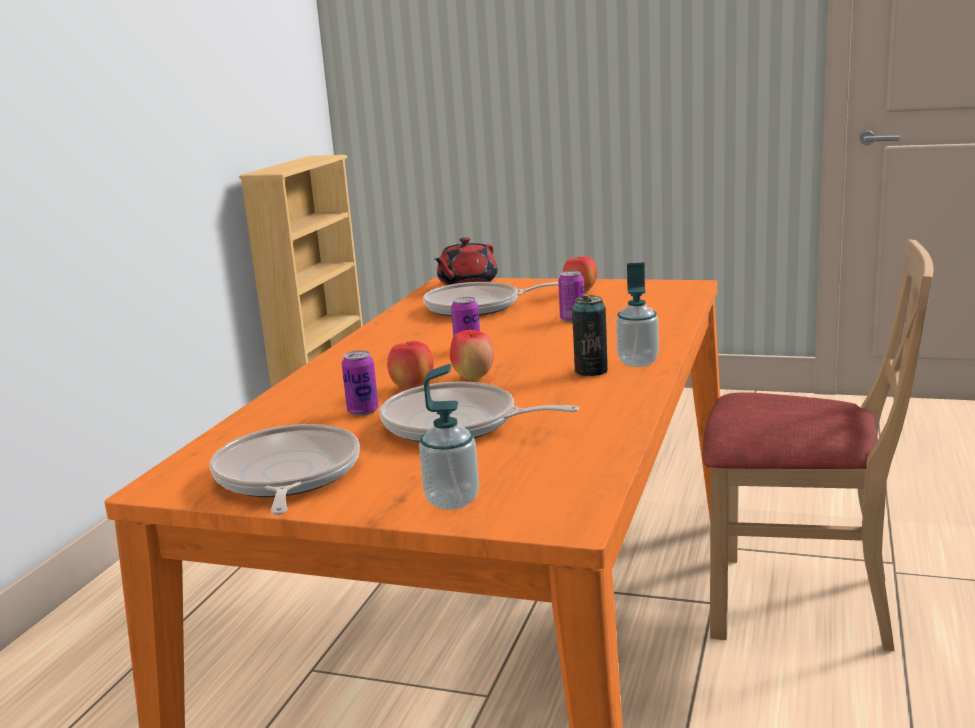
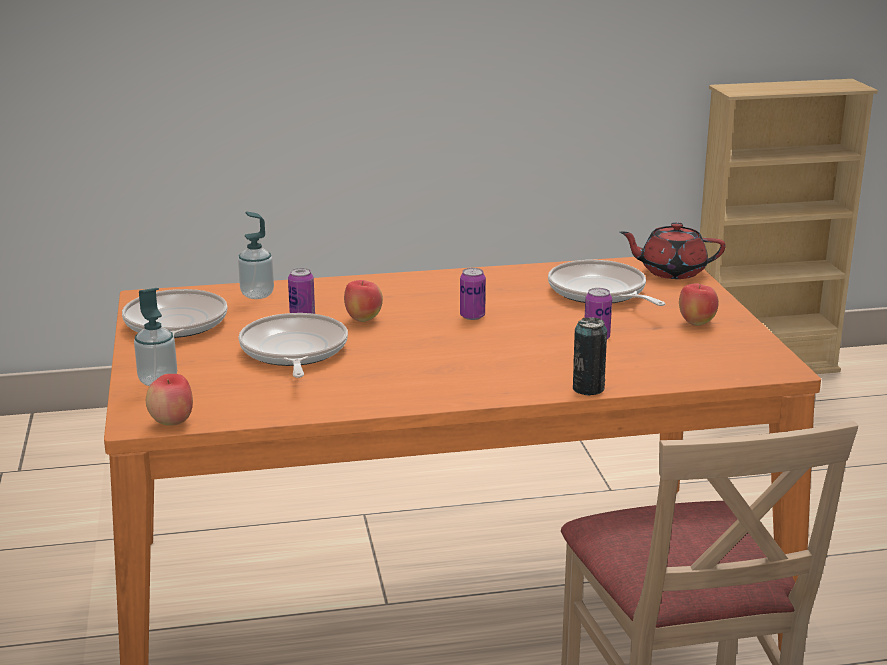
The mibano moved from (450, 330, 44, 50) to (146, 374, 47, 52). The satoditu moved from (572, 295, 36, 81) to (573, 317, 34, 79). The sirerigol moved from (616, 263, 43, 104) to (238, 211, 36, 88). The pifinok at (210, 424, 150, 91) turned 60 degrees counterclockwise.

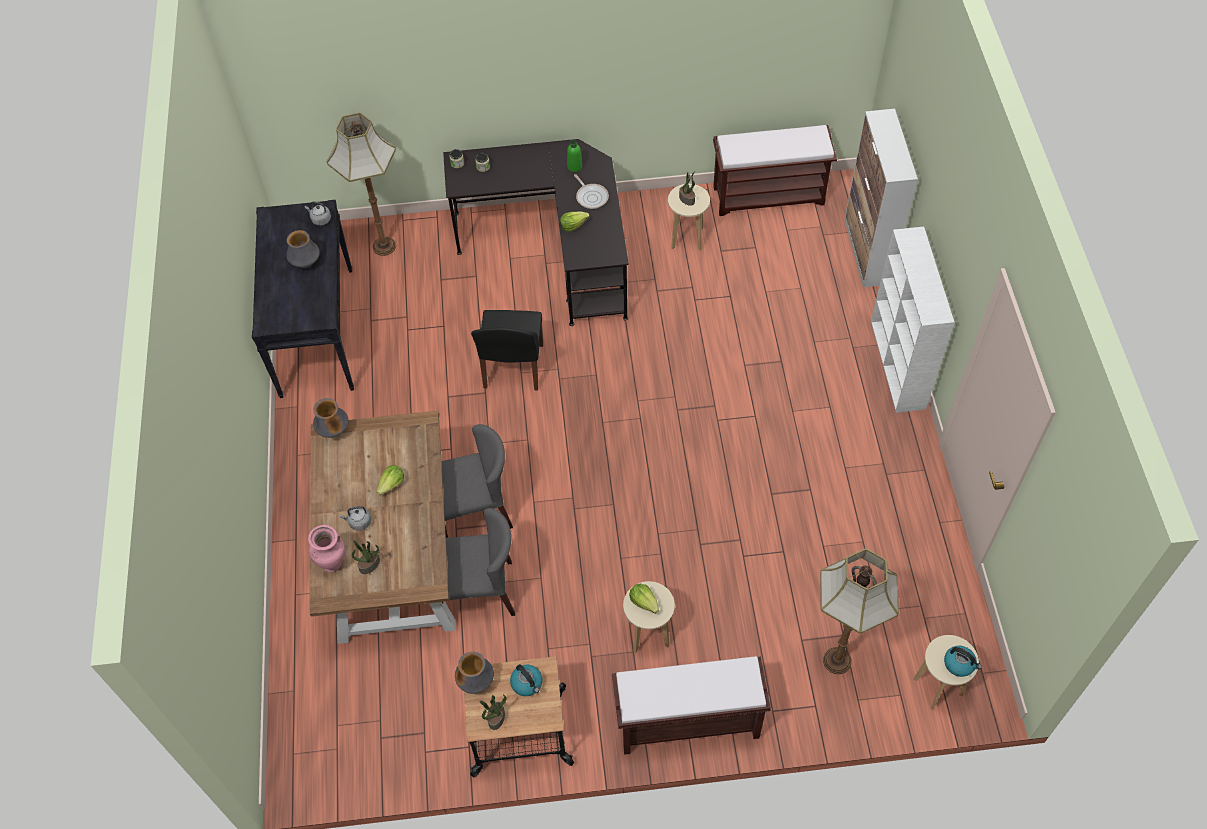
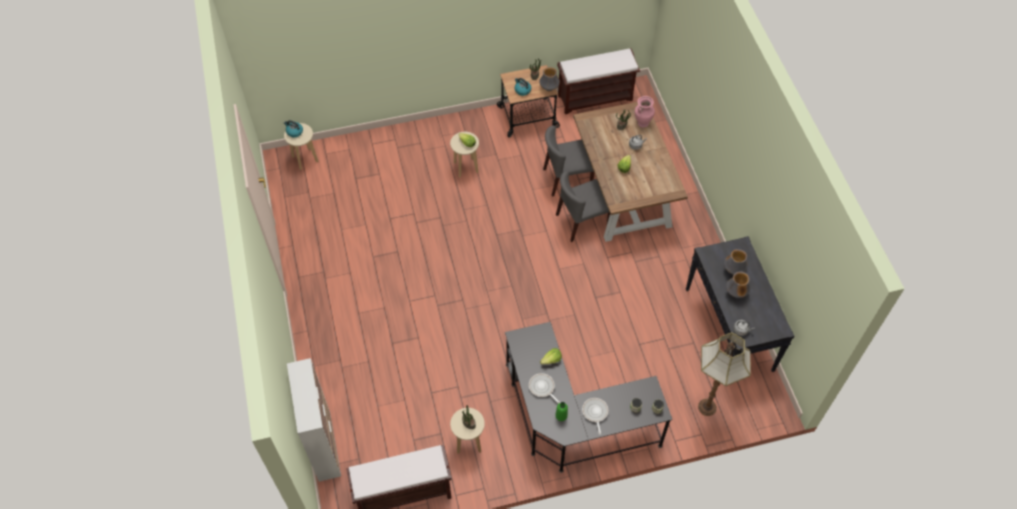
The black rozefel at (471, 310, 72, 80) disappeared. The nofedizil at (820, 549, 79, 125) disappeared. The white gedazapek at (871, 227, 83, 186) disappeared. The pifinok at (582, 398, 26, 36) appeared. The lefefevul moved from (313, 398, 36, 40) to (724, 249, 24, 26). The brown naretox moved from (612, 656, 159, 99) to (557, 48, 83, 66).

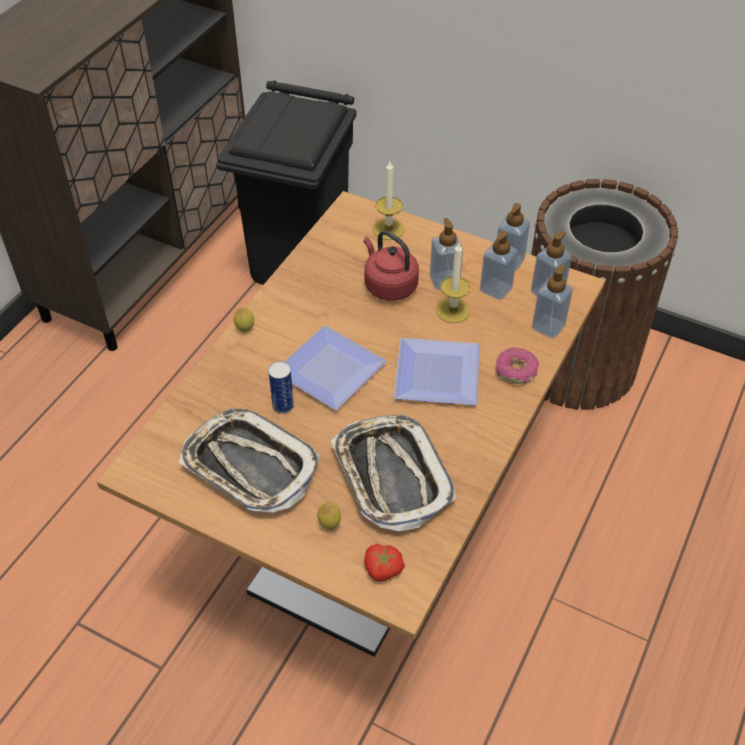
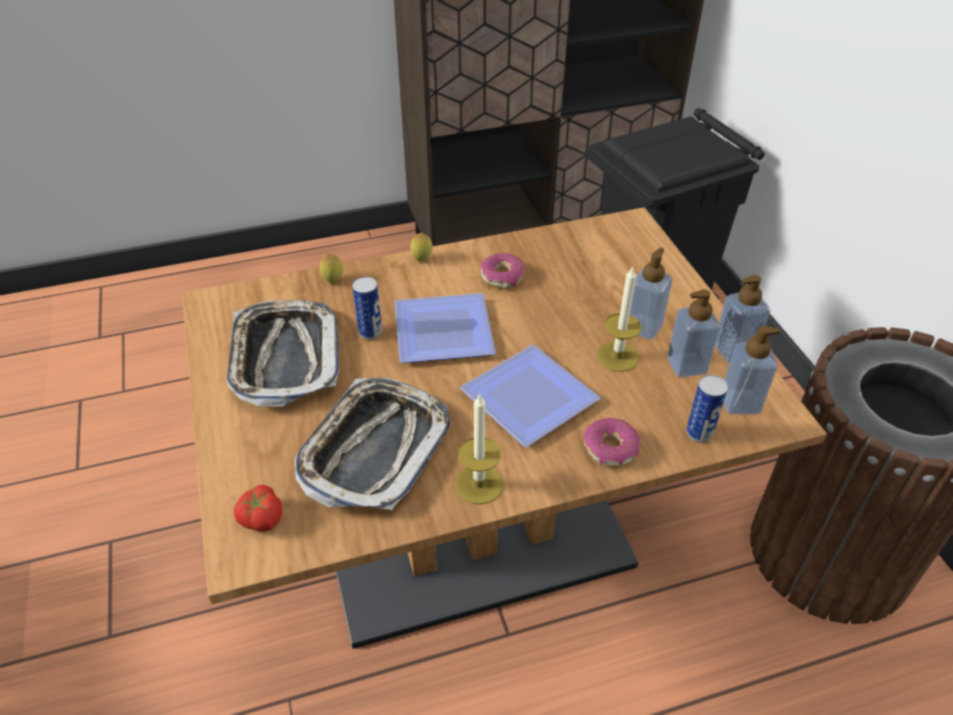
The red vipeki at (364, 230, 55, 71) disappeared. The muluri at (481, 253, 44, 36) appeared. The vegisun moved from (317, 502, 24, 28) to (320, 254, 23, 30). The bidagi moved from (373, 161, 32, 79) to (455, 394, 49, 111). The sirerigol at (532, 264, 41, 74) was replaced by the satoditu at (686, 375, 42, 68).

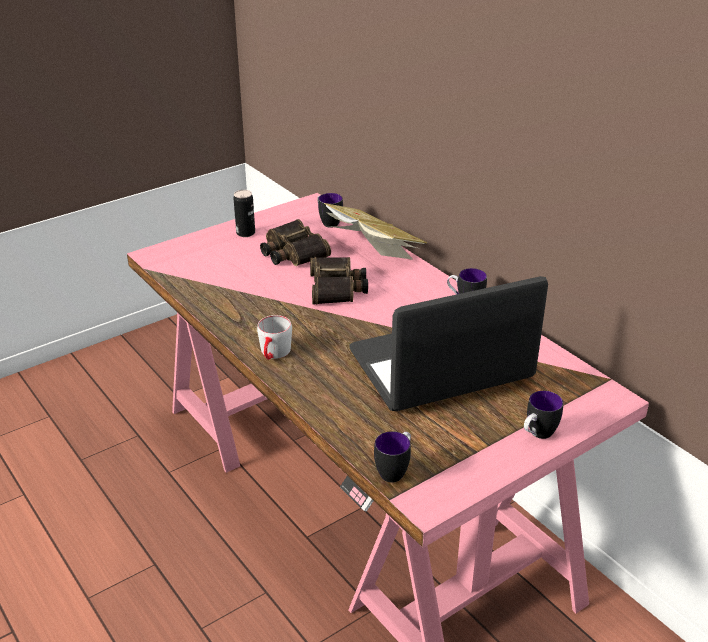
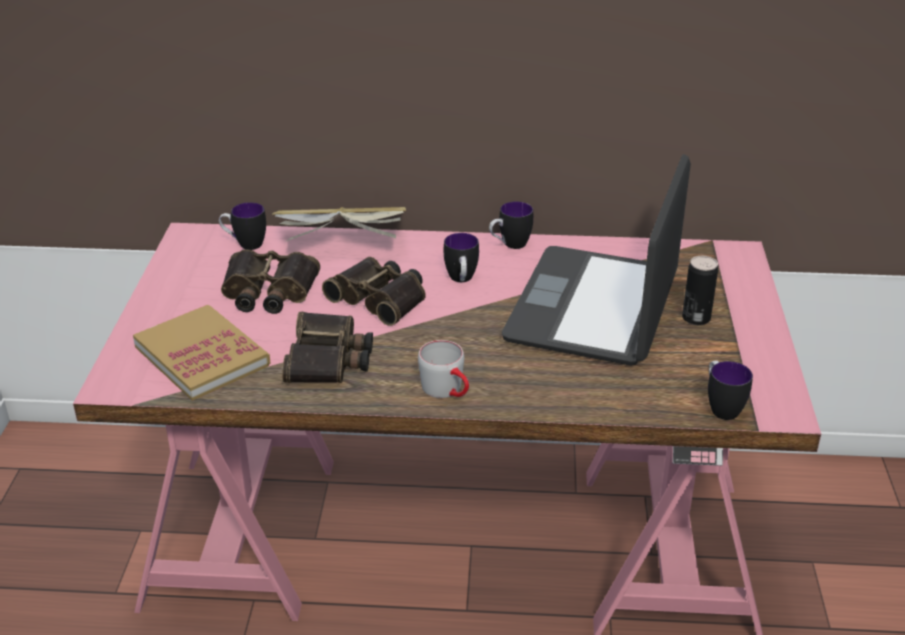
The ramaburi at (133, 305, 138, 96) appeared. The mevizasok at (282, 312, 91, 71) appeared. The satoditu moved from (233, 190, 22, 47) to (682, 256, 36, 69). The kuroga moved from (524, 391, 39, 48) to (444, 233, 35, 49).

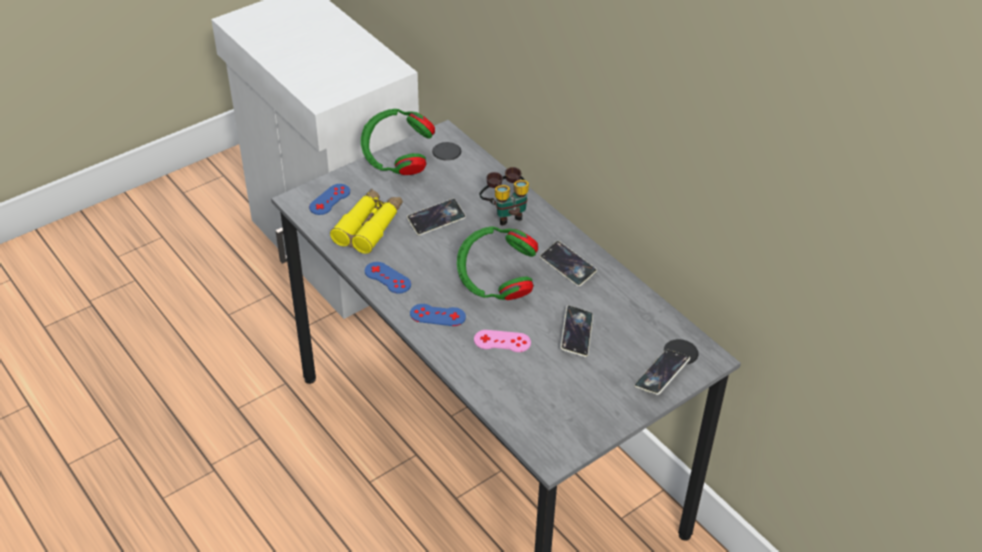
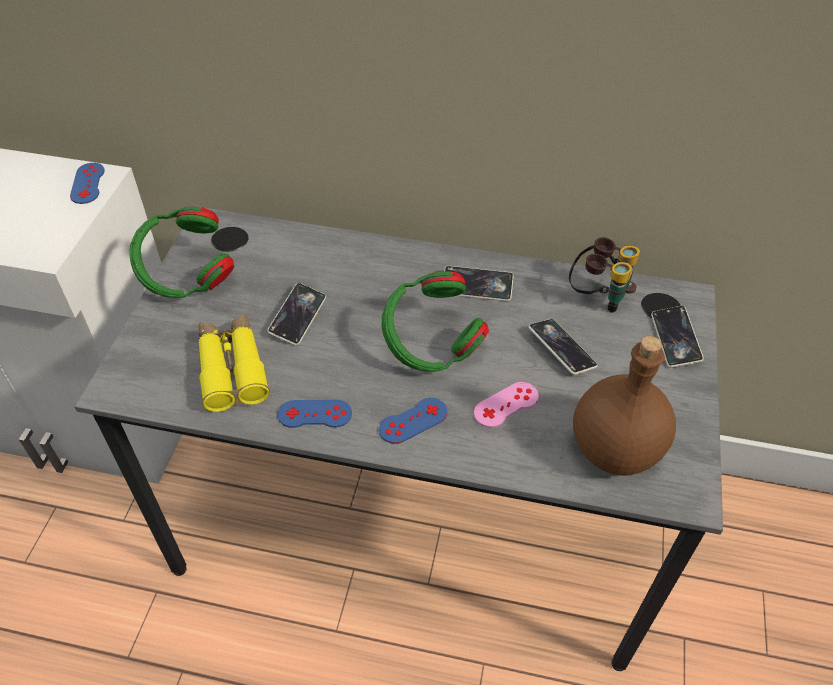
The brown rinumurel at (573, 336, 103, 140) appeared. The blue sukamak moved from (309, 184, 41, 31) to (70, 163, 35, 41). The mevizasok moved from (479, 167, 50, 59) to (569, 237, 71, 75).

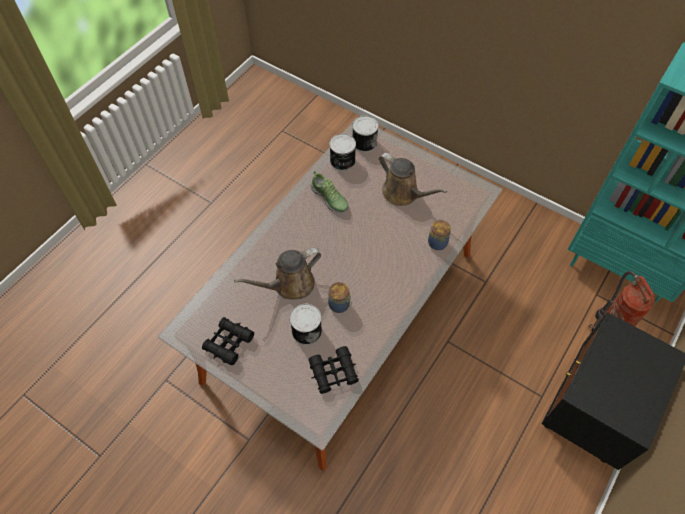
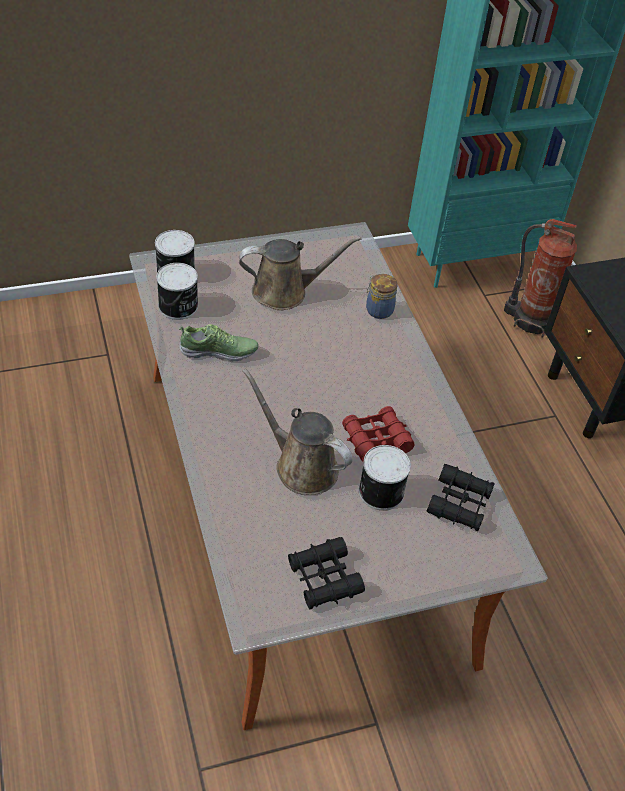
The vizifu at (328, 282, 24, 31) was replaced by the red mevizasok at (342, 406, 72, 56). The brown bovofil at (234, 248, 87, 52) turned 120 degrees clockwise.

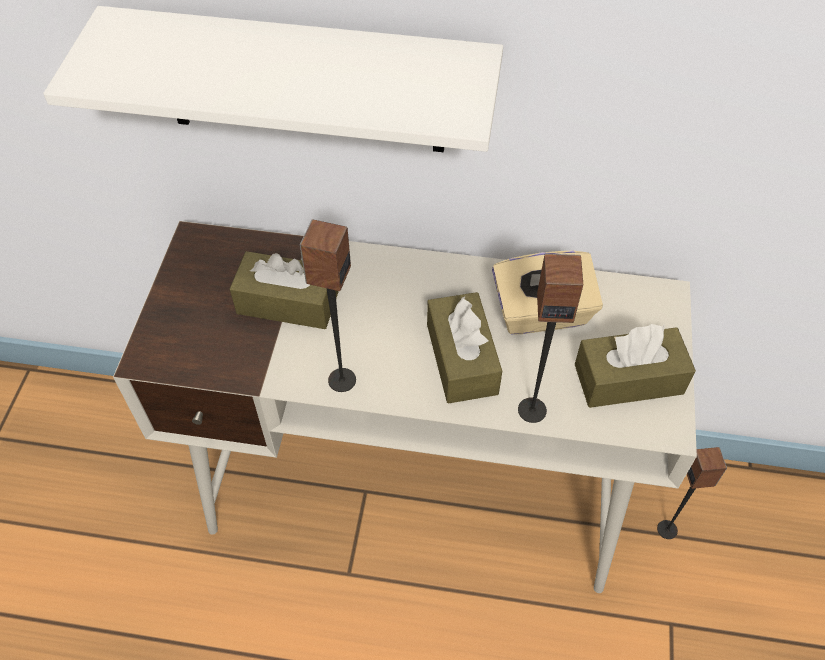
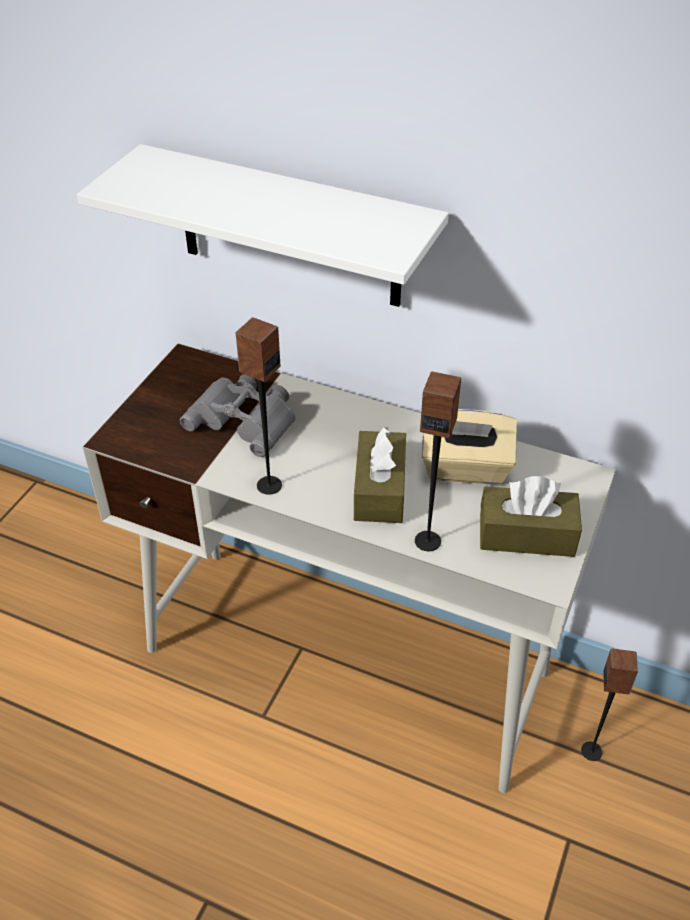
The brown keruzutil at (230, 251, 109, 78) was replaced by the grey mevizasok at (180, 374, 116, 83).

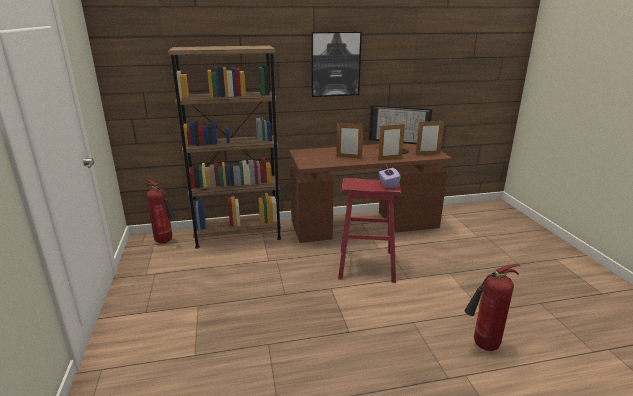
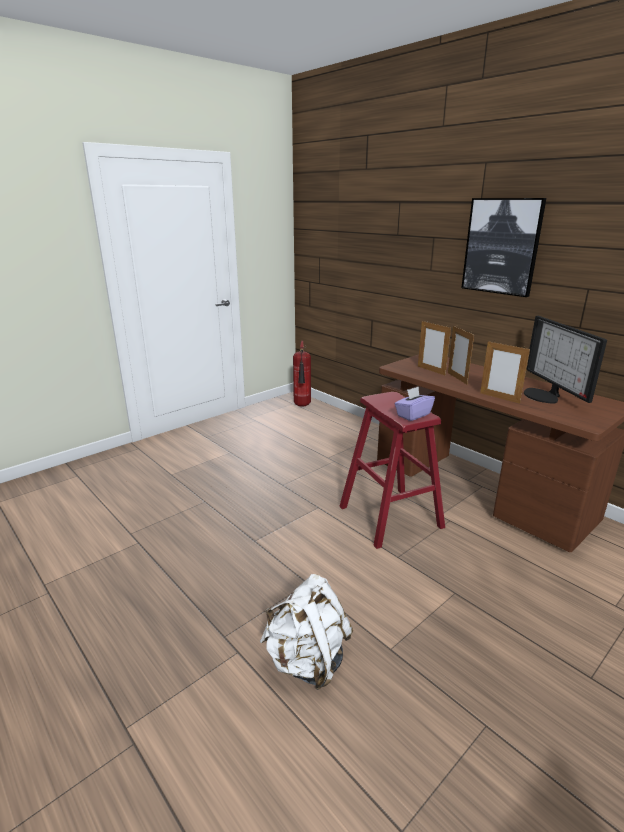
The brown gedazapek at (168, 45, 114, 204) disappeared. The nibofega moved from (416, 120, 28, 35) to (418, 321, 33, 54). The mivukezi at (464, 264, 56, 87) was replaced by the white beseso at (260, 574, 93, 116).

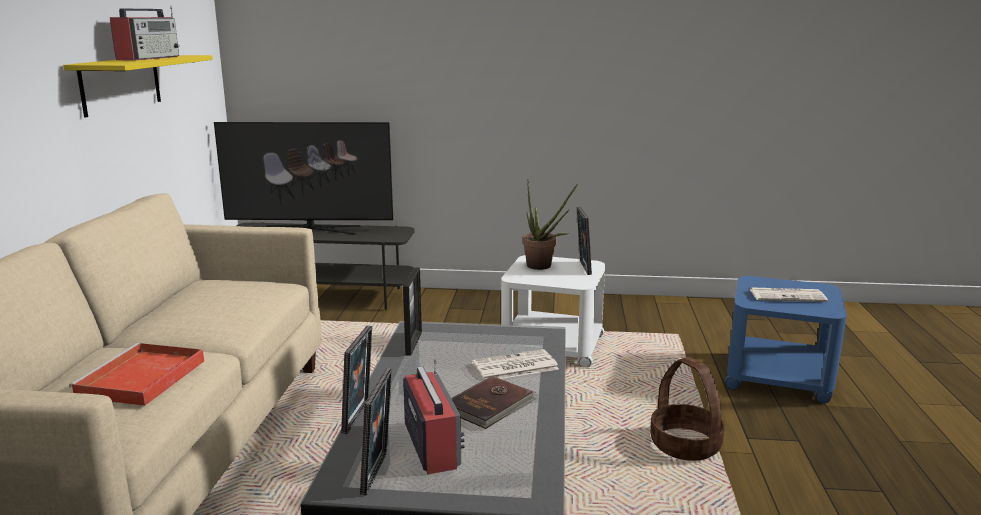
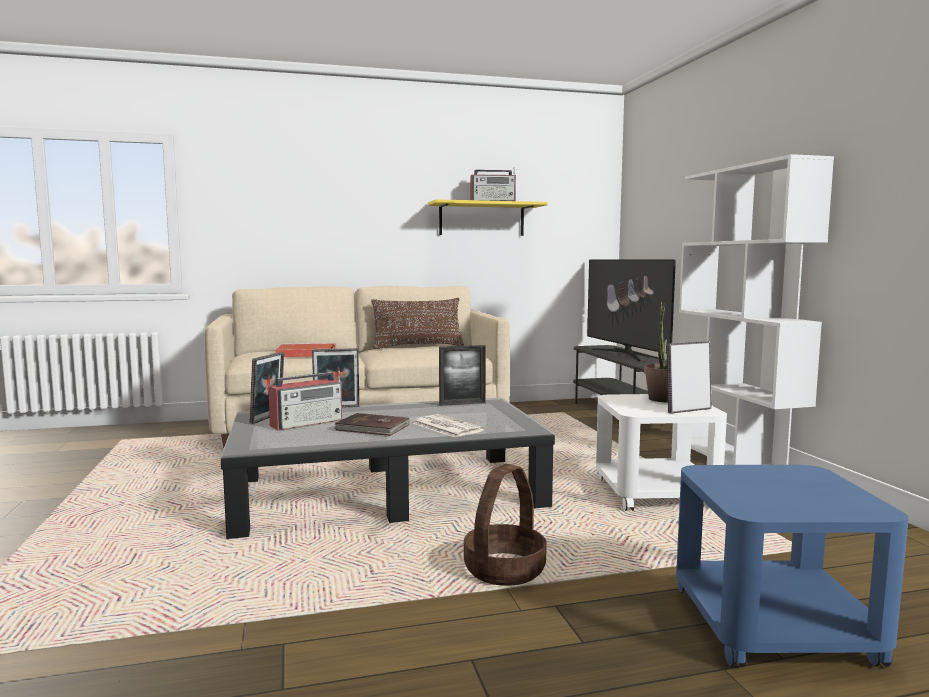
The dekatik at (750, 287, 78, 15) disappeared. The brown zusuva at (371, 298, 93, 51) appeared. The white gedazapek at (679, 154, 155, 311) appeared. The nibofega at (360, 368, 32, 127) turned 60 degrees counterclockwise.

